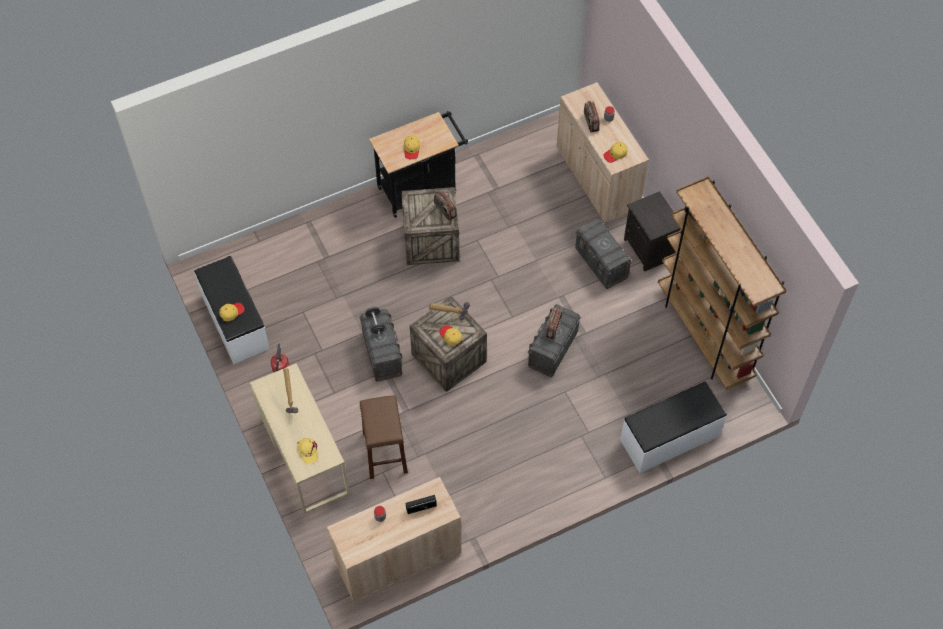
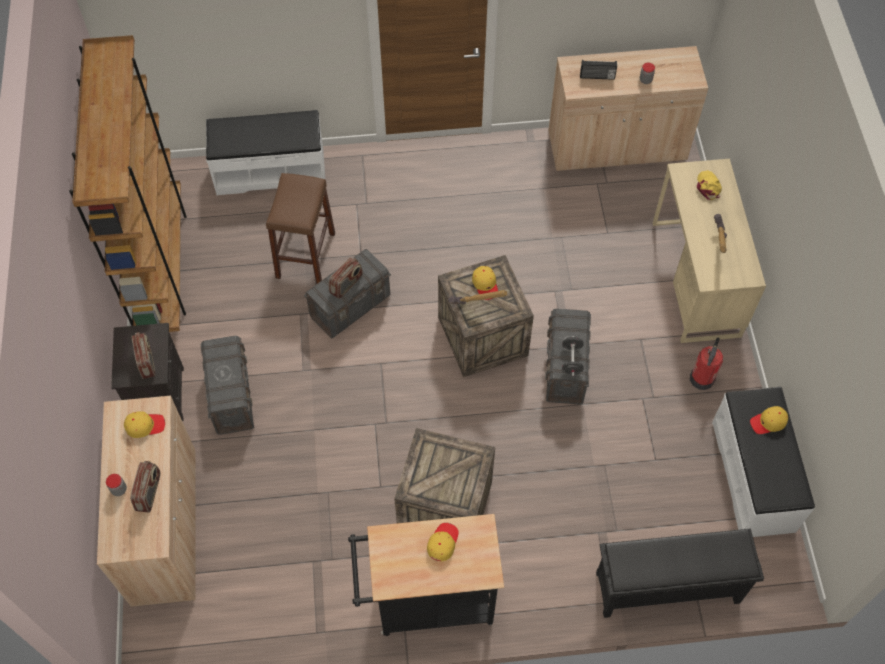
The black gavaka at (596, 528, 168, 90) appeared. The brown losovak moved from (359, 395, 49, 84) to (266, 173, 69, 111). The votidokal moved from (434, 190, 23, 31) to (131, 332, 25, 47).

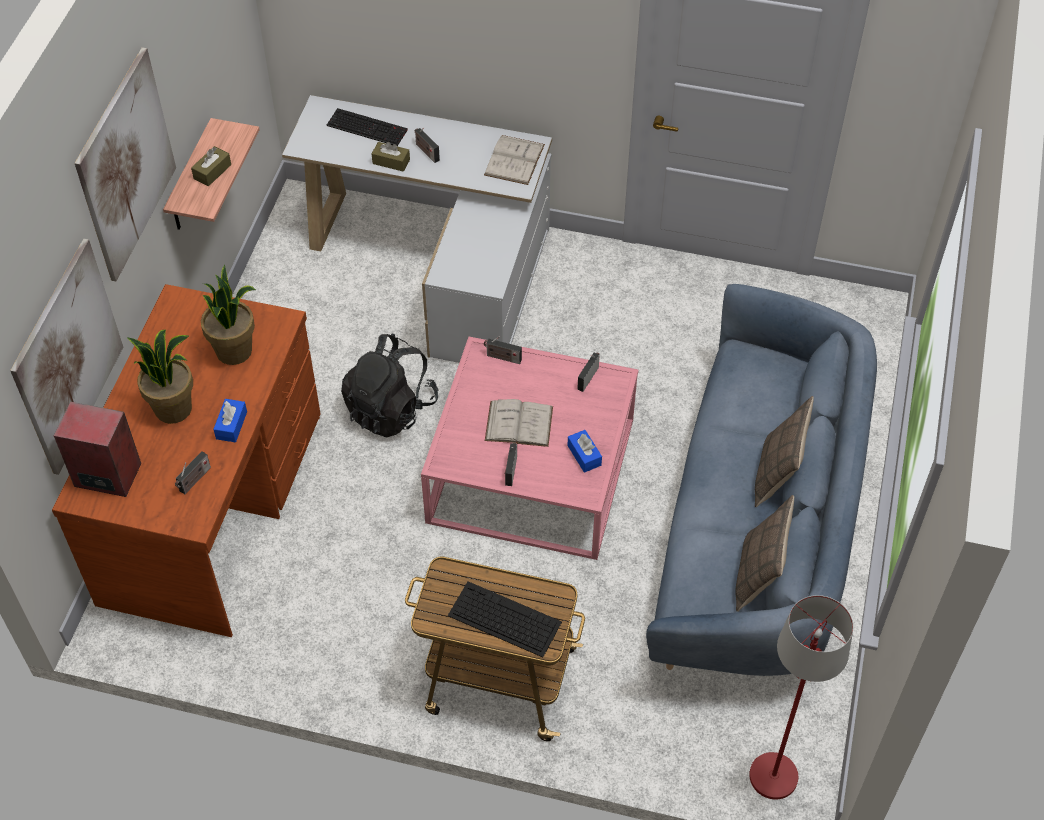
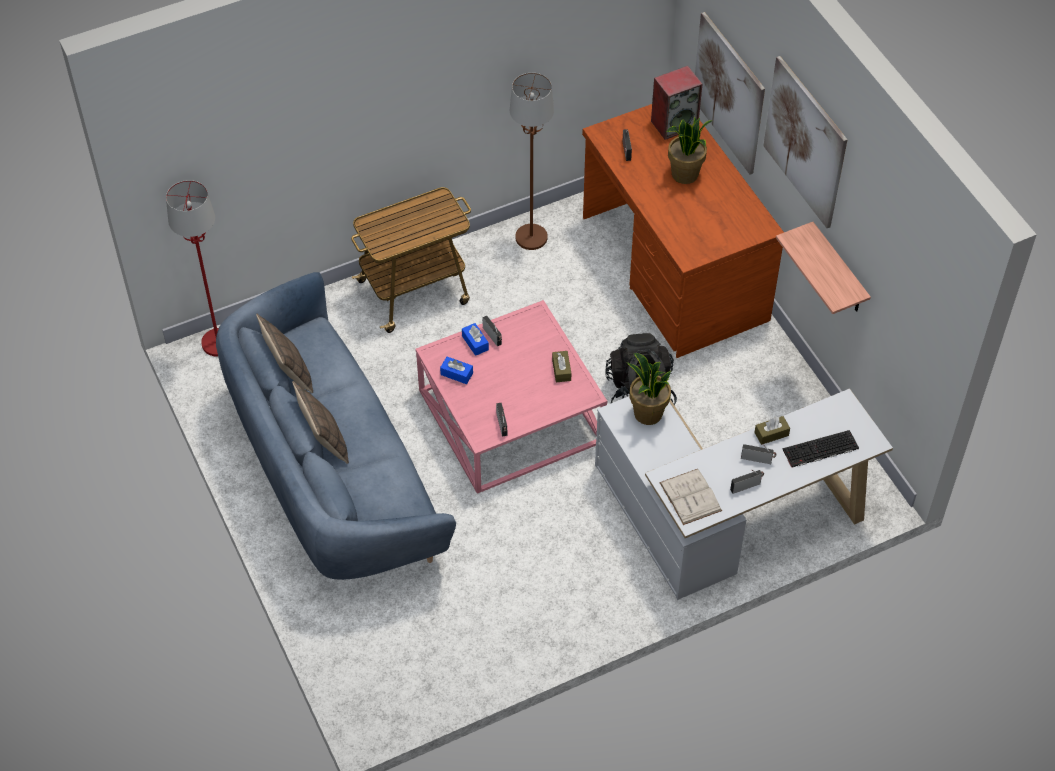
The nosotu at (448, 581, 114, 76) disappeared. The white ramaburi at (485, 399, 68, 48) disappeared. The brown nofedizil at (510, 73, 44, 177) appeared. The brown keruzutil moved from (191, 146, 40, 40) to (552, 351, 19, 31). The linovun moved from (201, 265, 55, 100) to (626, 353, 45, 72). The blue keruzutil moved from (213, 399, 34, 43) to (462, 323, 27, 33). The votidokal moved from (484, 336, 38, 28) to (730, 470, 34, 24).

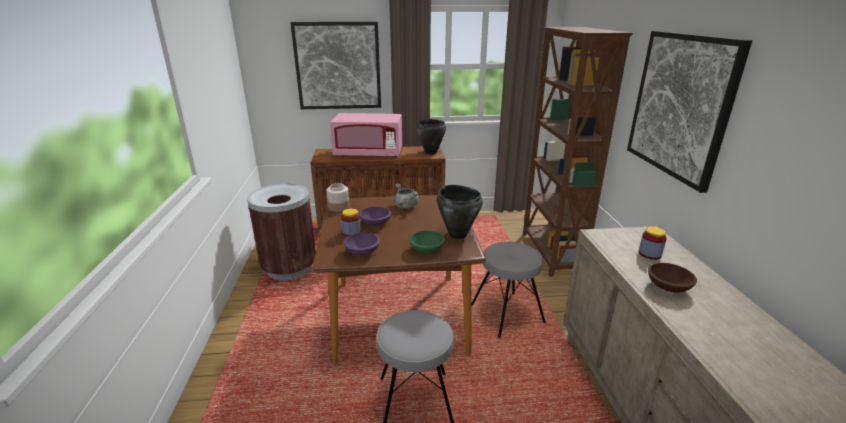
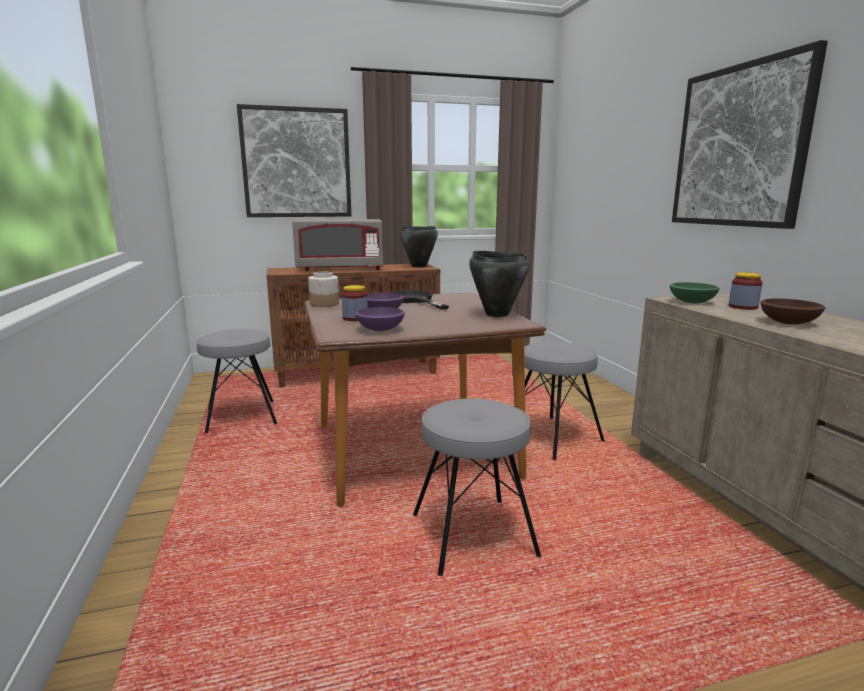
The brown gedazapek at (523, 27, 110, 250) disappeared. The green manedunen moved from (409, 231, 36, 22) to (670, 282, 50, 21). The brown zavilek at (247, 184, 69, 97) was replaced by the grey losovak at (197, 329, 81, 105). The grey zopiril at (395, 184, 24, 25) was replaced by the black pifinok at (389, 290, 60, 20). The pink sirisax at (330, 113, 73, 44) became the grey sirisax at (292, 219, 91, 52).

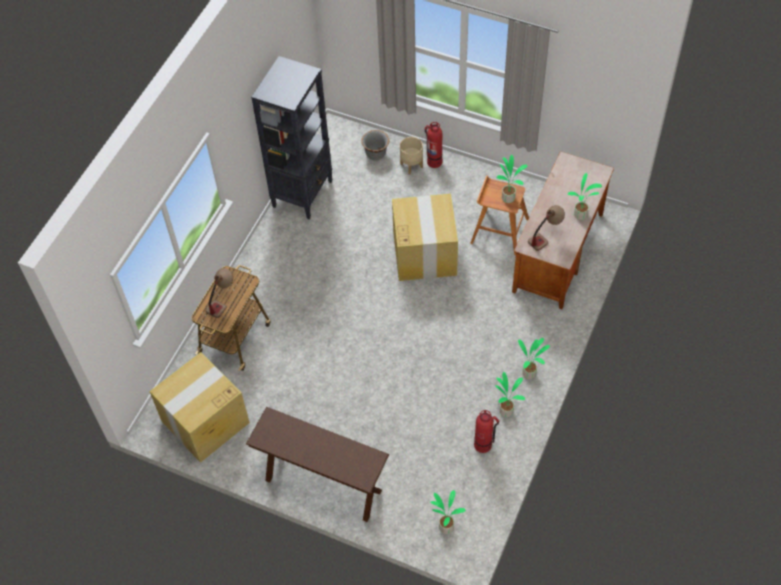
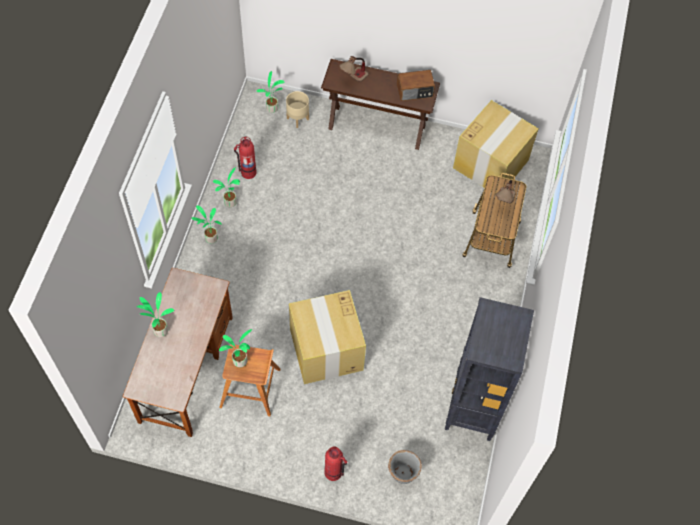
The votidokal at (397, 70, 38, 31) appeared. The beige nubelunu moved from (400, 137, 23, 38) to (286, 91, 23, 37). The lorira moved from (528, 205, 37, 46) to (339, 56, 30, 26).

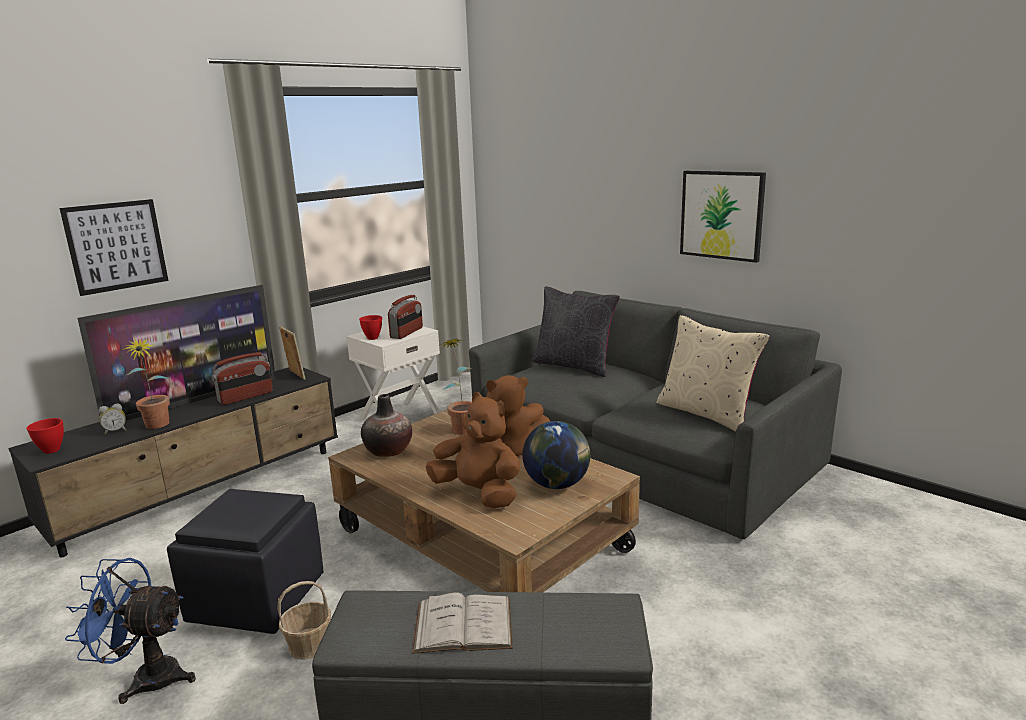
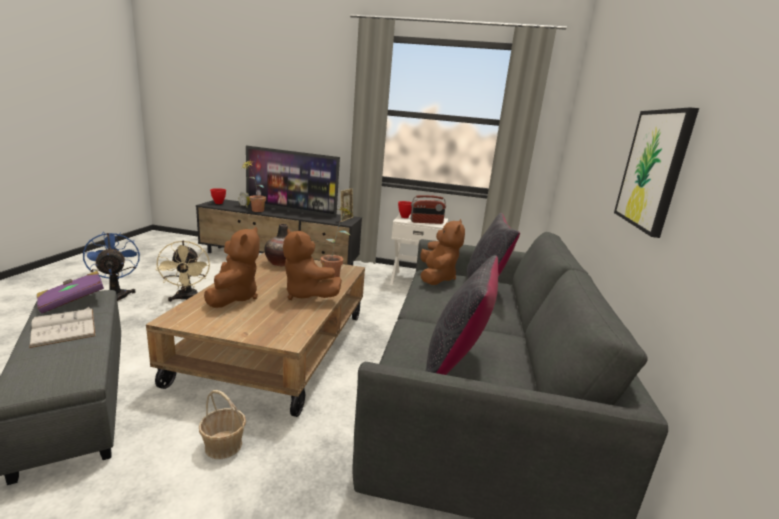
The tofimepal at (59, 199, 109, 97) disappeared. The votidokal at (212, 352, 61, 53) disappeared. The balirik at (522, 421, 68, 68) disappeared. The purple ramaburi at (37, 271, 67, 43) appeared. The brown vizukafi at (421, 219, 44, 66) appeared. The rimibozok moved from (277, 581, 54, 79) to (199, 390, 47, 69). The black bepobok at (167, 489, 157, 145) was replaced by the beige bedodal at (156, 240, 54, 62). The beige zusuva at (656, 315, 114, 116) became the black zusuva at (426, 255, 72, 120).

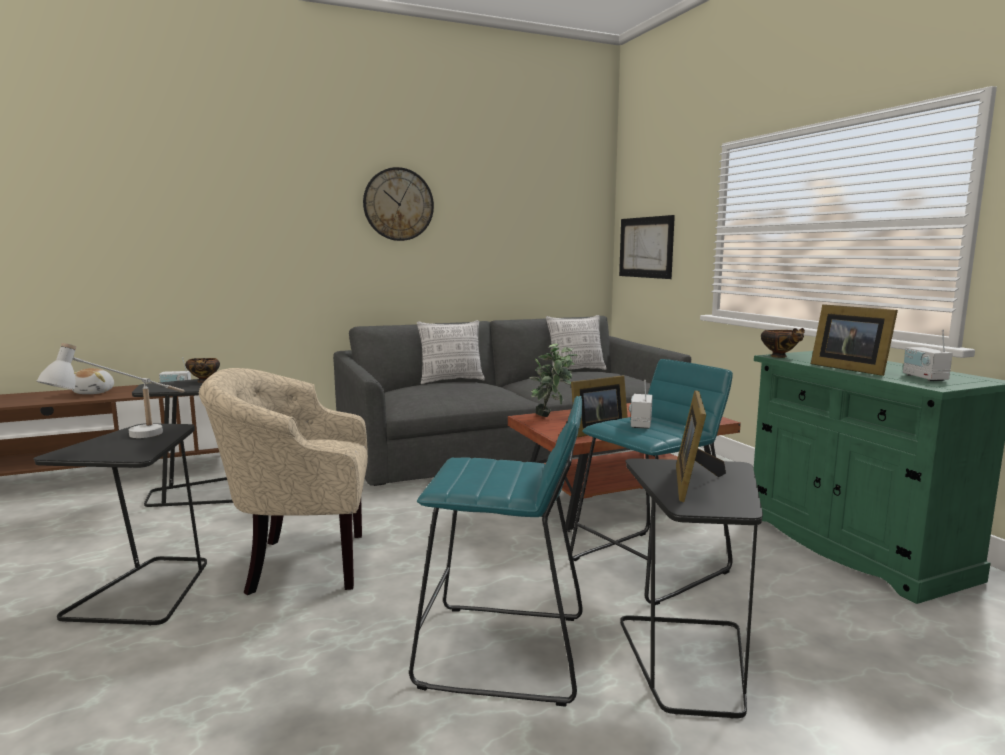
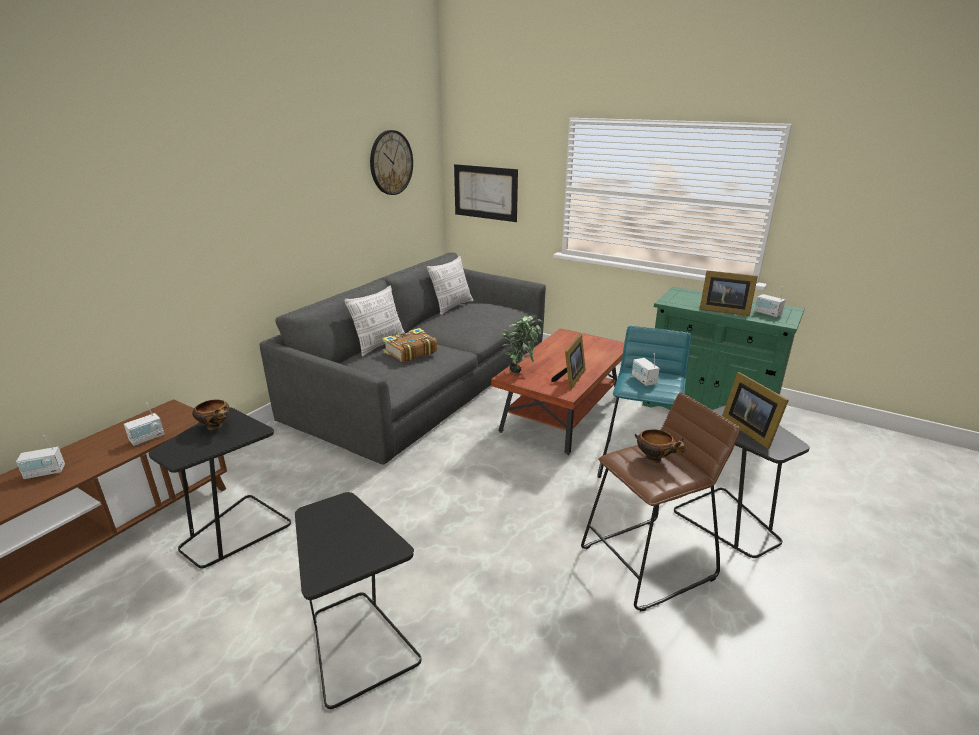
The white lorira at (36, 343, 148, 95) disappeared. The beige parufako at (199, 368, 169, 227) disappeared. The ramaburi at (382, 328, 55, 34) appeared. The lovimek moved from (363, 167, 71, 74) to (370, 130, 43, 65). The manedunen moved from (761, 328, 44, 30) to (635, 429, 51, 34). The vizukafi at (72, 368, 42, 26) was replaced by the votidokal at (16, 435, 49, 44). The turquoise losovak at (409, 396, 174, 311) became the brown losovak at (581, 392, 159, 220).

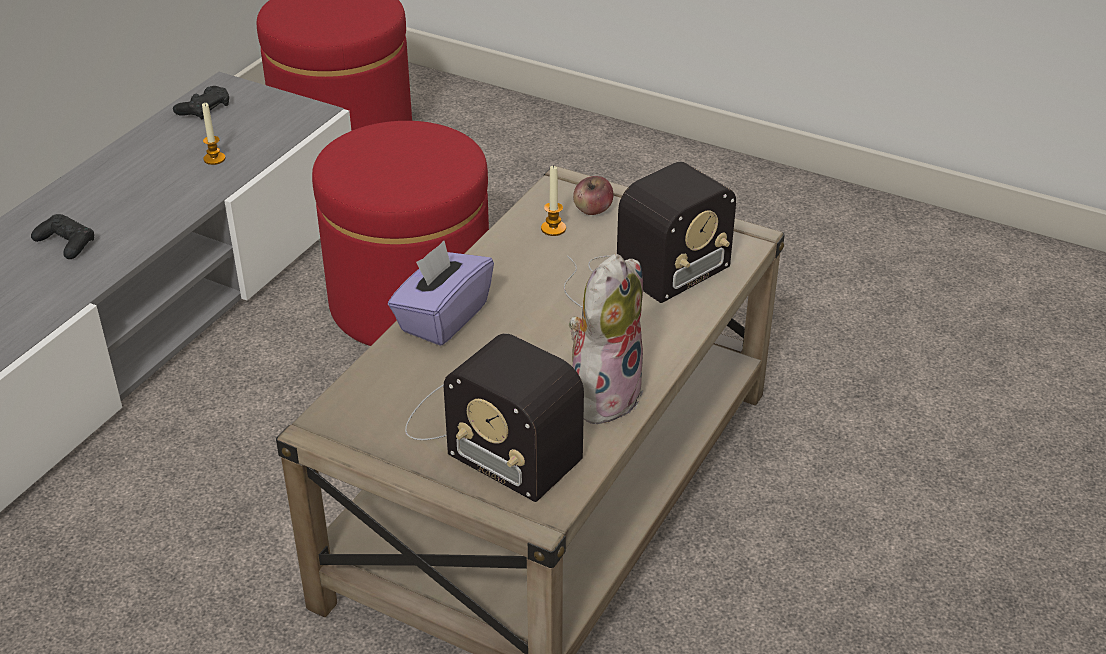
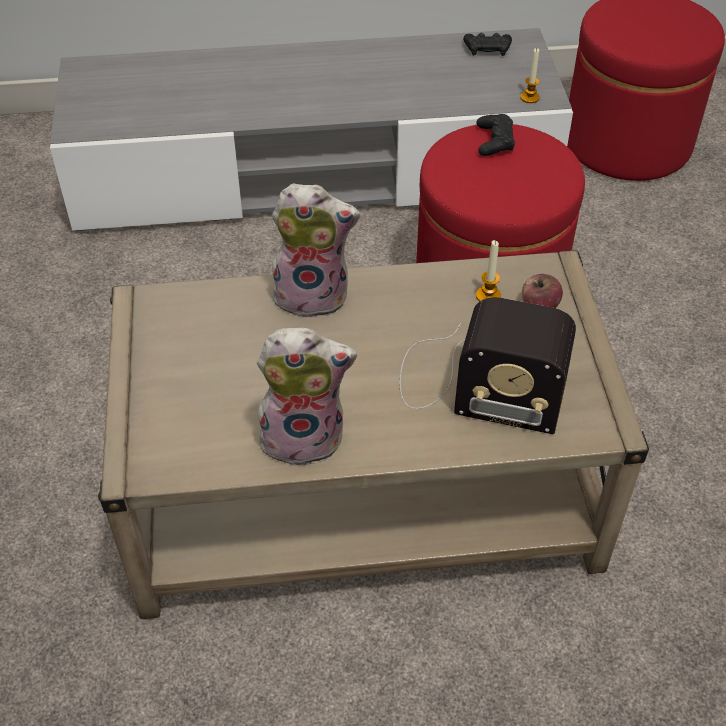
The votidokal at (405, 333, 179, 169) disappeared. The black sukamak moved from (31, 214, 63, 45) to (476, 114, 39, 42). The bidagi moved from (202, 103, 24, 62) to (521, 48, 19, 55). The purple keruzutil at (388, 241, 106, 105) was replaced by the vizukafi at (271, 184, 89, 134).

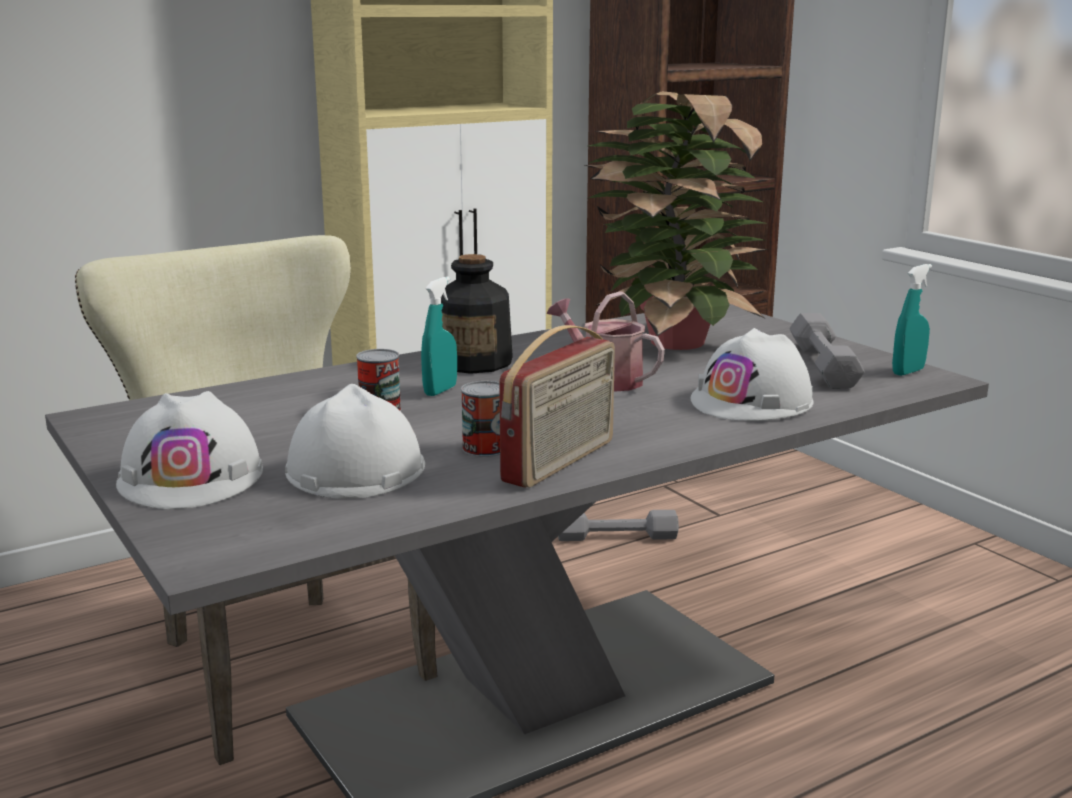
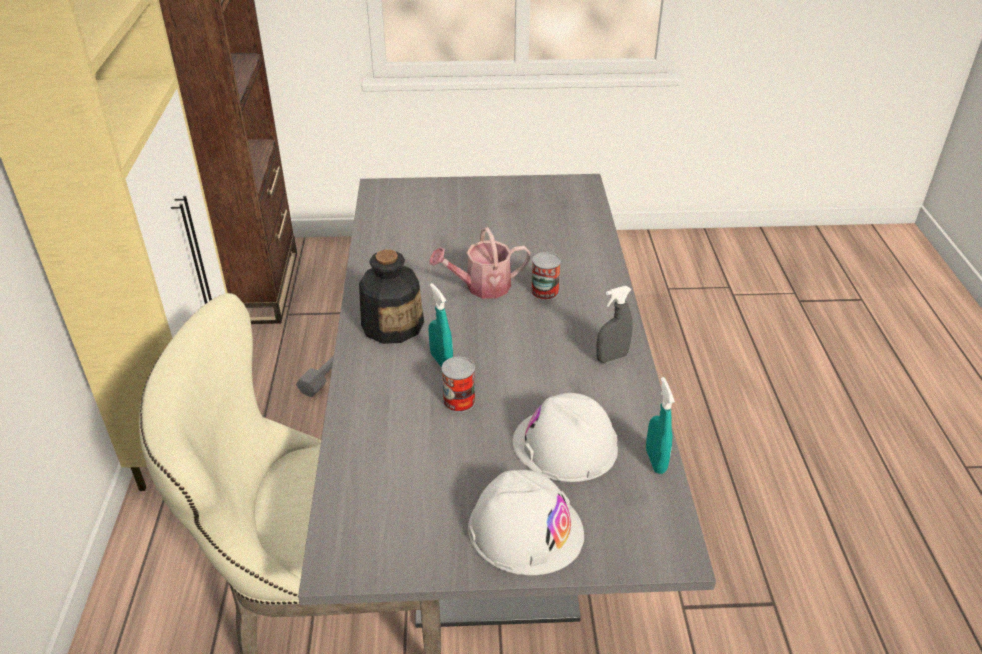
The linovun at (585, 91, 184, 259) disappeared. The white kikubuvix at (690, 328, 124, 93) disappeared. The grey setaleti at (789, 313, 76, 76) disappeared. The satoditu moved from (461, 381, 39, 76) to (531, 252, 30, 48). The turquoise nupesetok moved from (892, 264, 40, 112) to (646, 377, 29, 97). The votidokal at (499, 325, 116, 163) was replaced by the grey nupesetok at (596, 286, 37, 77).

